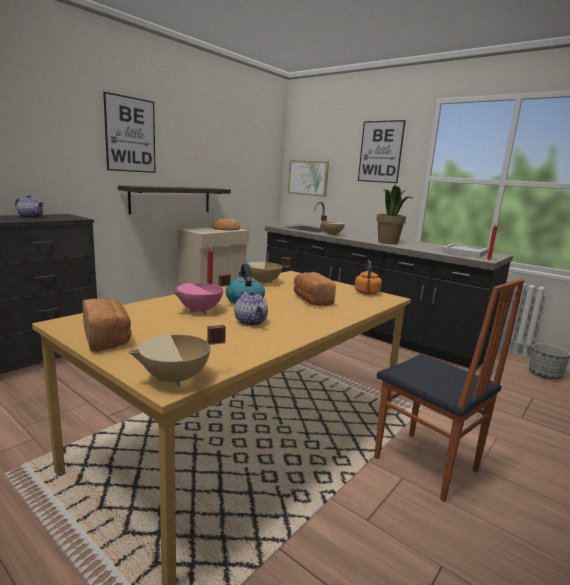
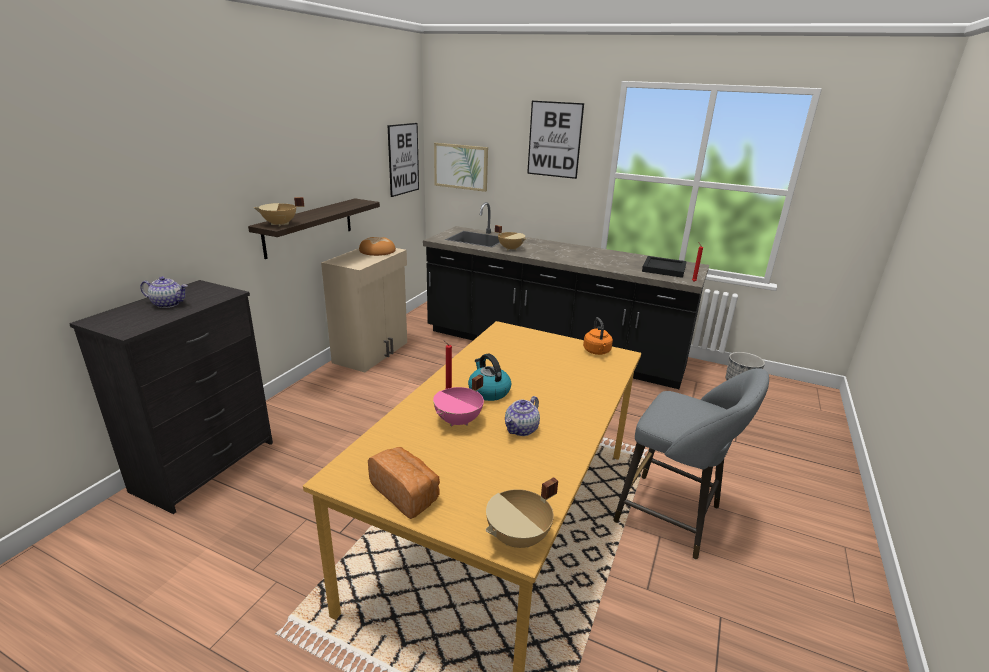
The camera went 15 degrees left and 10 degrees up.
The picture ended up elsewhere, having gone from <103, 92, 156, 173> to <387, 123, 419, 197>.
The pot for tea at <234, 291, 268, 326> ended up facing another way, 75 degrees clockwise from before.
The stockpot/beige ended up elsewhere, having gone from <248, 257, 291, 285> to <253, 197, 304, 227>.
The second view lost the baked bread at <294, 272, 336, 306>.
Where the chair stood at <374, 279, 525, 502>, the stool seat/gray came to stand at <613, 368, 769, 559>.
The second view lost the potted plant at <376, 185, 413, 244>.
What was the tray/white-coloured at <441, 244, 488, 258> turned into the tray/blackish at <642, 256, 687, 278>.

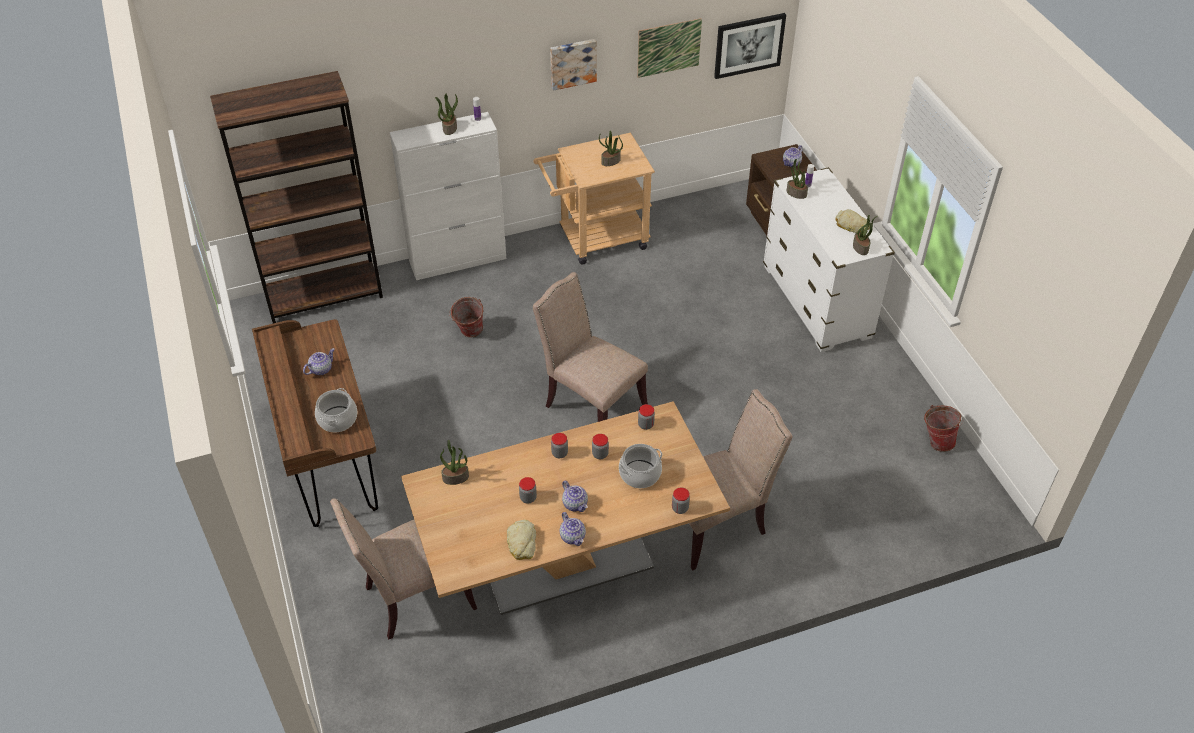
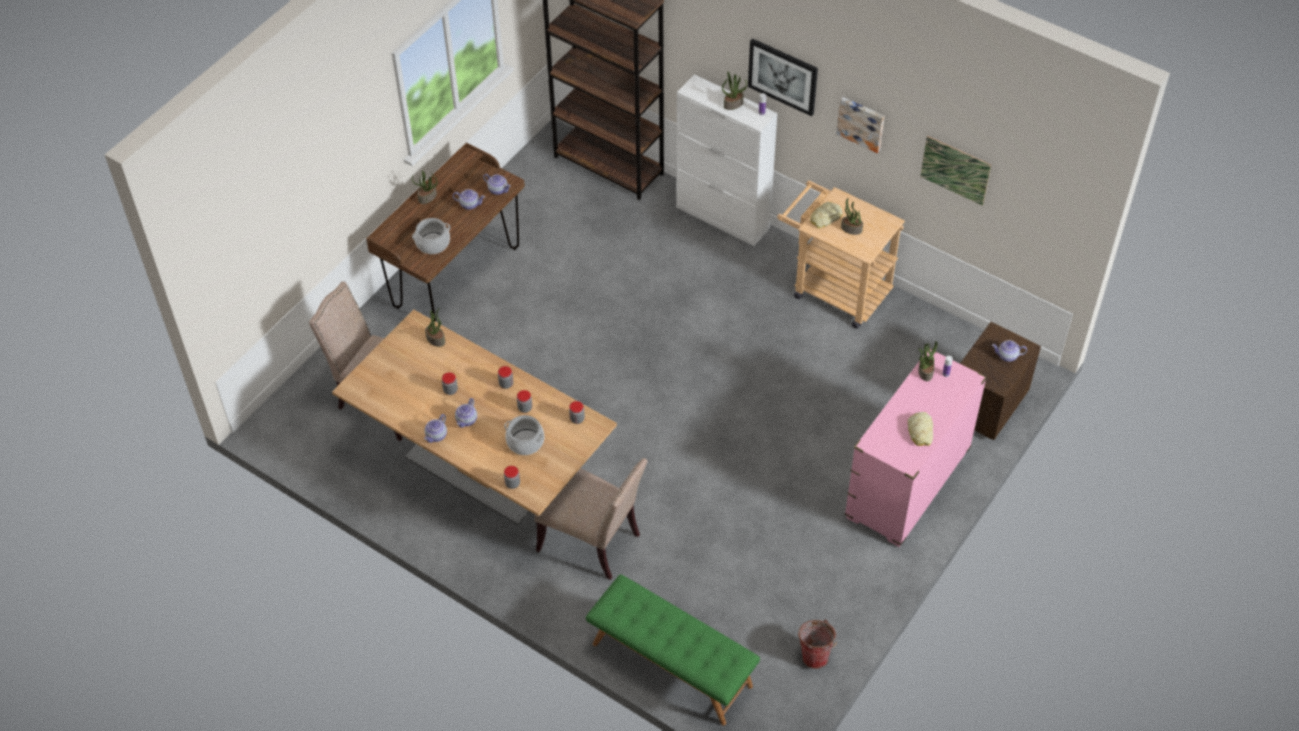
The camera went 55 degrees right and 5 degrees up.
The second view lost the water bucket at <449, 297, 483, 337>.
The baked bread ended up elsewhere, having gone from <507, 520, 536, 560> to <810, 202, 842, 228>.
The second view lost the chair/beige at <533, 272, 648, 422>.
The picture ended up elsewhere, having gone from <714, 13, 786, 79> to <748, 38, 818, 116>.
What was the chest of drawers/white-coloured at <763, 167, 895, 352> turned into the chest of drawers/pink at <845, 348, 987, 547>.
The potted plant ended up elsewhere, having gone from <853, 215, 877, 255> to <412, 171, 438, 204>.
The second view gained the pot for tea at <483, 174, 511, 195>.
The second view gained the long seat/greenish at <586, 574, 760, 726>.

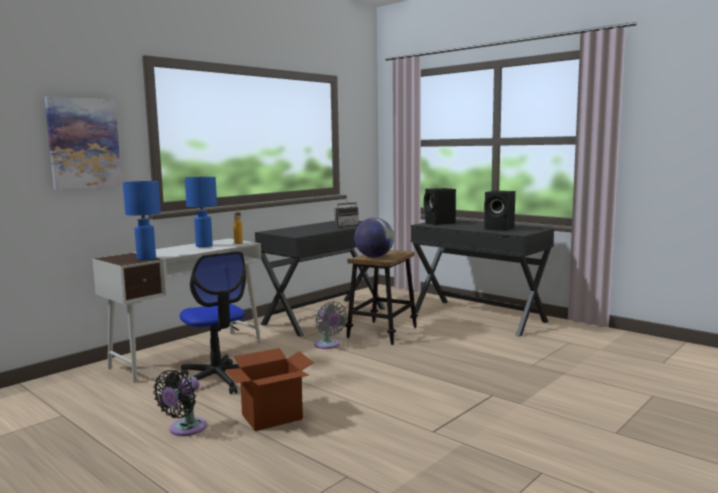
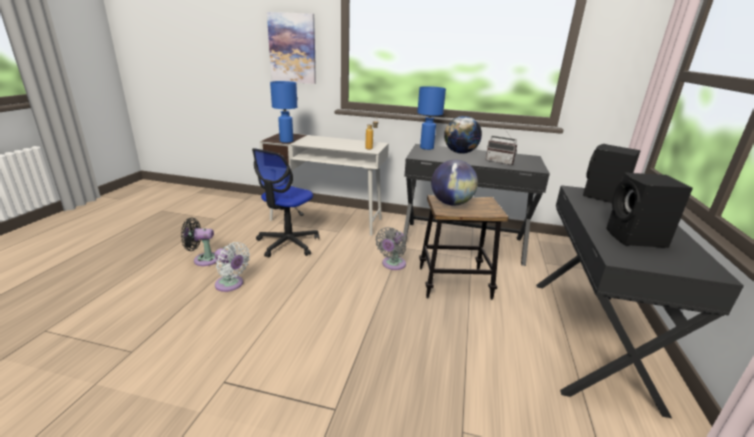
The camera went 60 degrees right and 15 degrees up.
The table lamp/blue ended up elsewhere, having gone from <185, 177, 217, 247> to <417, 86, 446, 150>.
Where the cardboard box stood at <225, 348, 314, 431>, the electric fan/white-coloured came to stand at <215, 242, 250, 292>.
The second view gained the desk globe at <444, 116, 482, 154>.

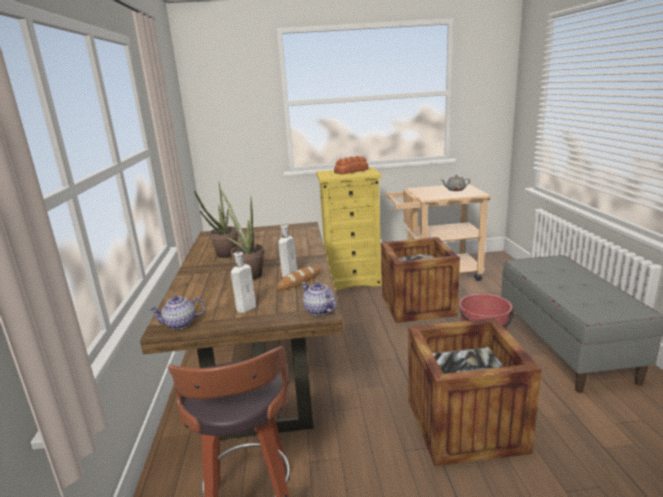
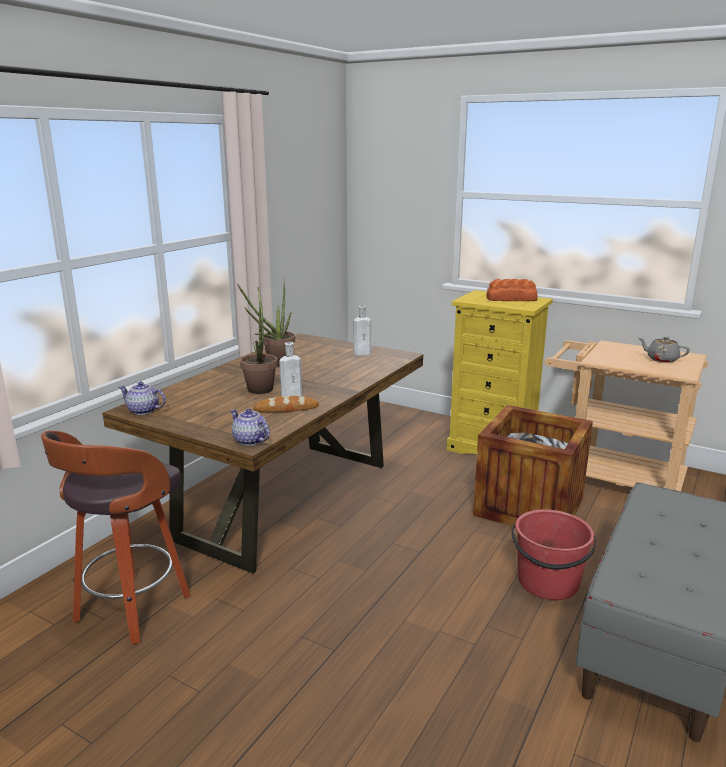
The camera went 35 degrees right and 0 degrees up.
The bottle/white-coloured ended up elsewhere, having gone from <231, 252, 256, 313> to <354, 306, 371, 356>.
The pot for tea at <302, 282, 336, 315> ended up facing another way, 45 degrees counterclockwise from before.
The second view lost the shipping crate at <408, 318, 542, 466>.

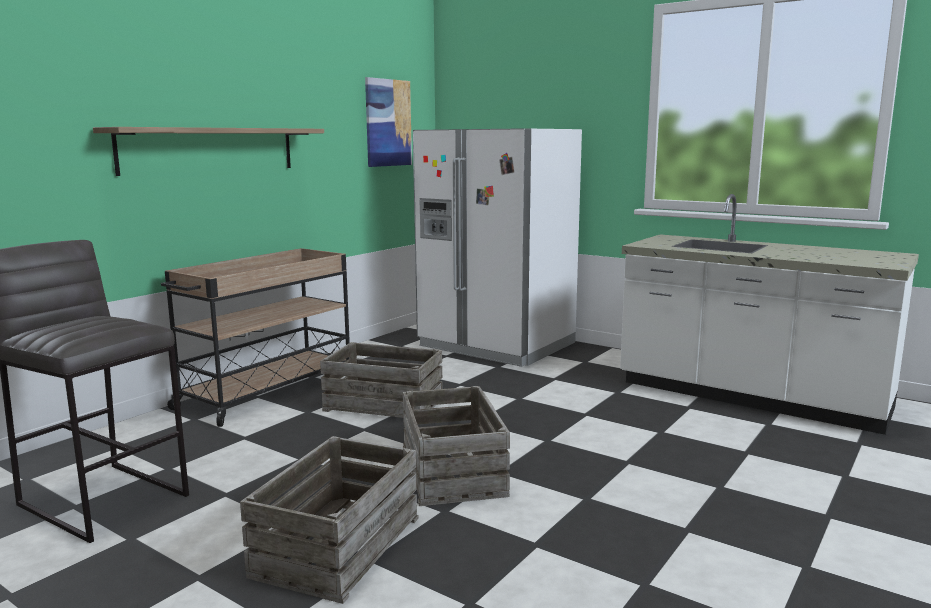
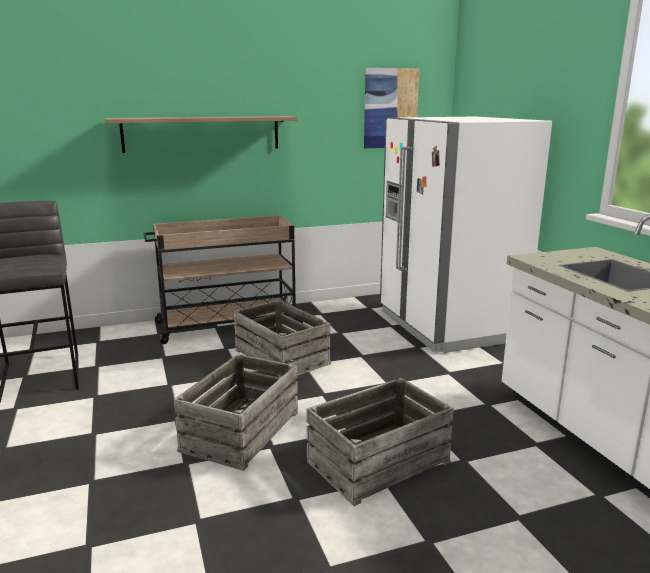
The camera went 35 degrees right and 5 degrees up.
The shipping crate ended up elsewhere, having gone from <240, 436, 419, 604> to <306, 378, 454, 506>.

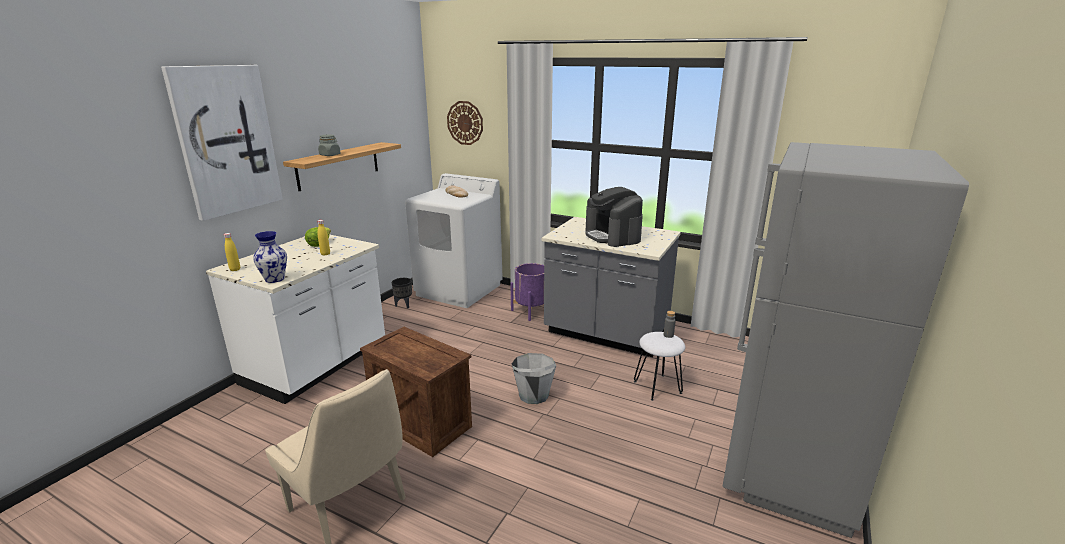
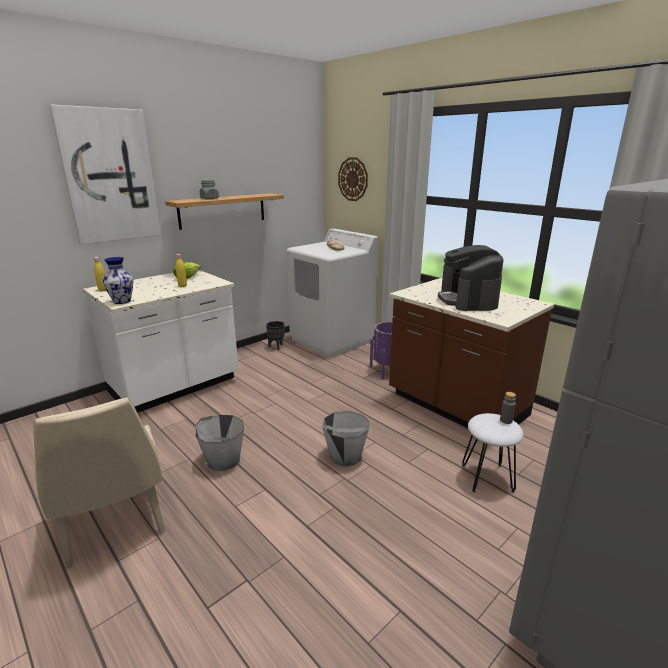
The camera went 20 degrees right and 0 degrees up.
Where the shipping crate stood at <360, 327, 472, 457>, the water bucket/gray came to stand at <196, 415, 244, 471>.
What was the kitchen counter/gray at <542, 217, 681, 357> turned into the kitchen counter/brown at <389, 278, 554, 428>.

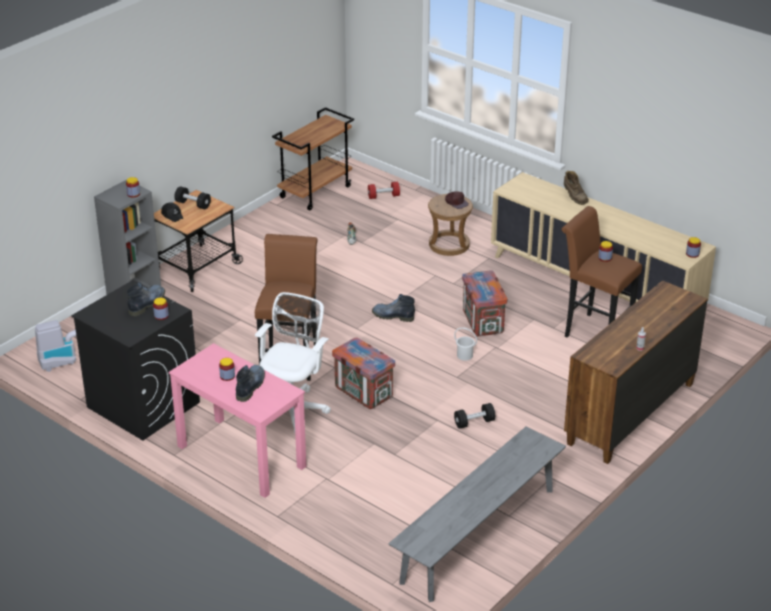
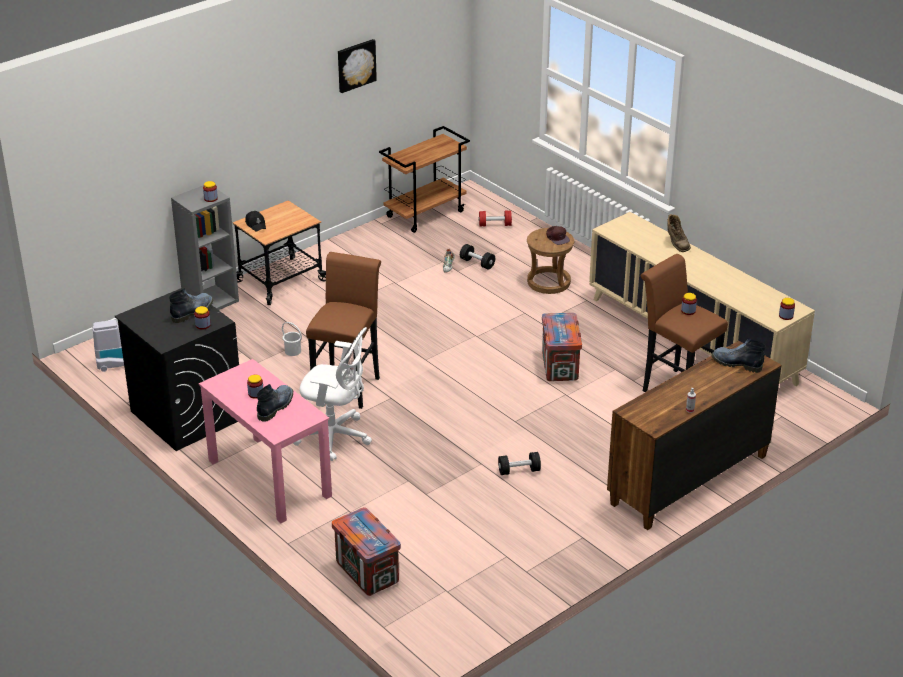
The camera went 10 degrees right and 0 degrees up.
The free weight/blackish ended up elsewhere, having gone from <174, 186, 211, 209> to <460, 244, 495, 269>.
The desk chair/white-coloured at <254, 292, 331, 433> ended up facing another way, 75 degrees clockwise from before.
The shipping crate ended up elsewhere, having gone from <332, 338, 395, 409> to <332, 507, 401, 596>.
The high-top boot ended up elsewhere, having gone from <372, 294, 415, 322> to <712, 338, 765, 373>.
The second view lost the long seat/gray at <388, 426, 566, 602>.
The water bucket/white-coloured ended up elsewhere, having gone from <454, 327, 477, 361> to <282, 322, 302, 356>.
The second view gained the picture at <338, 39, 377, 93>.

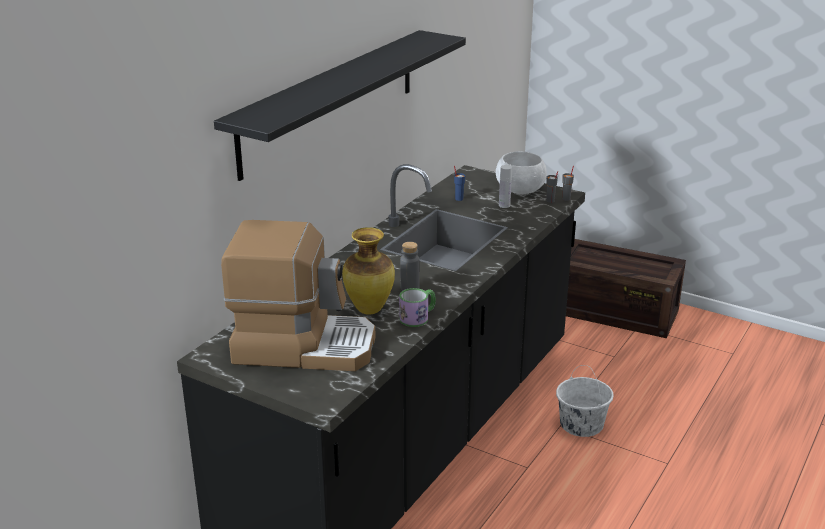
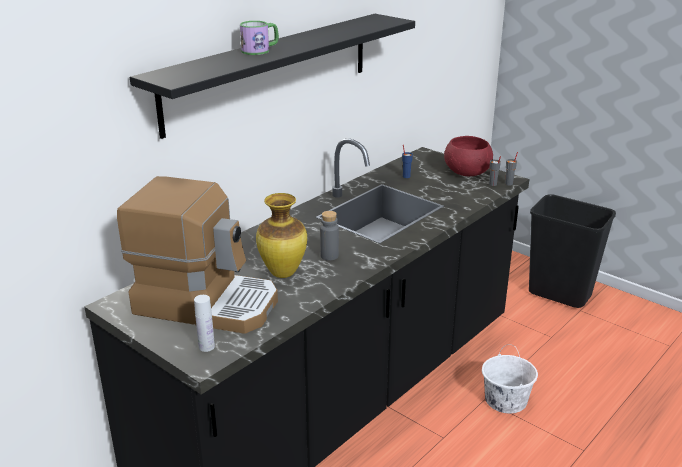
The camera went 10 degrees right and 0 degrees up.
The coffee mug ended up elsewhere, having gone from <399, 288, 436, 327> to <240, 21, 279, 55>.
What was the serving bowl/white-coloured at <496, 151, 547, 194> turned into the serving bowl/reddish at <444, 136, 493, 176>.
The bottle/white-coloured ended up elsewhere, having gone from <499, 165, 512, 208> to <194, 295, 215, 352>.
Where the shipping crate stood at <566, 239, 686, 338>, the trash can/blackish came to stand at <529, 194, 616, 308>.

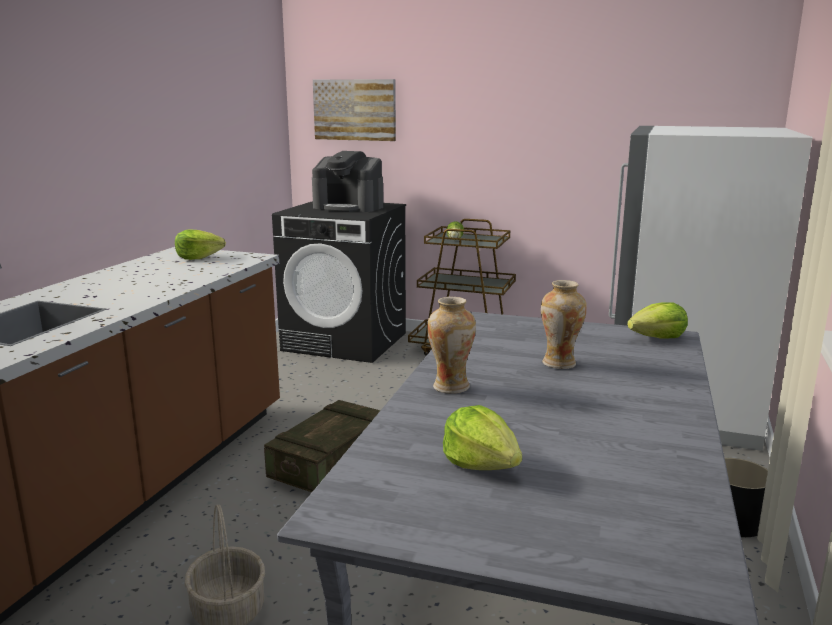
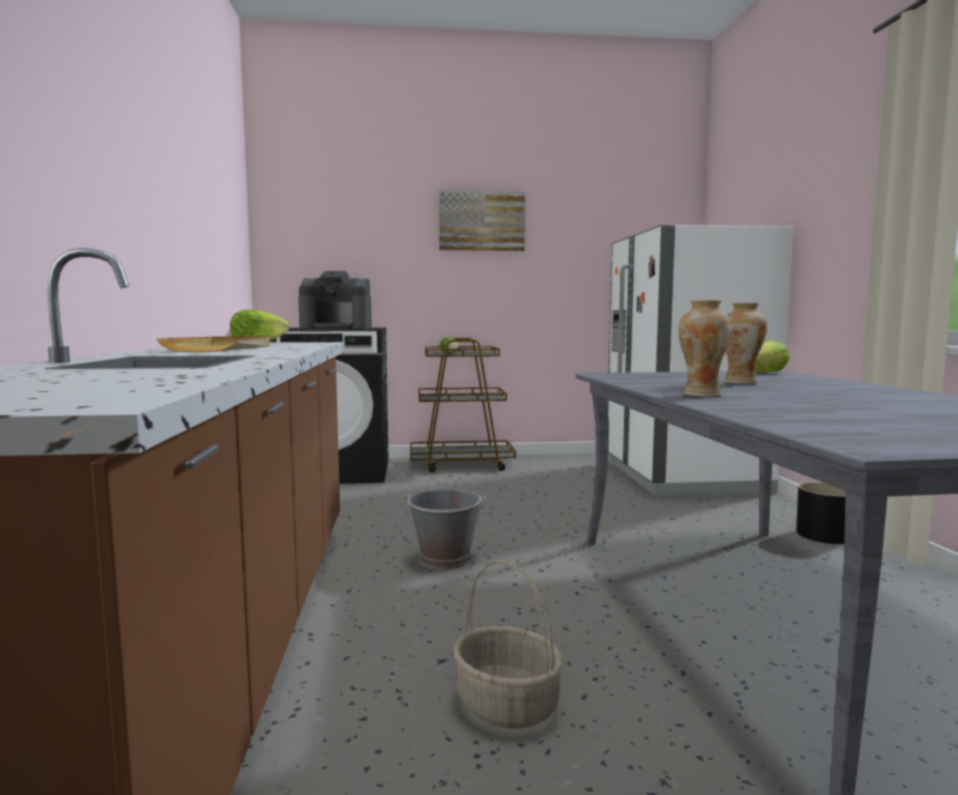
The camera went 25 degrees left and 10 degrees down.
Where the shipping crate stood at <264, 400, 381, 492>, the water bucket/gray came to stand at <404, 489, 486, 570>.
The picture ended up elsewhere, having gone from <313, 79, 396, 141> to <439, 190, 525, 251>.
The second view lost the head of lettuce at <443, 405, 522, 470>.
The second view gained the tray/beige at <157, 336, 270, 353>.

